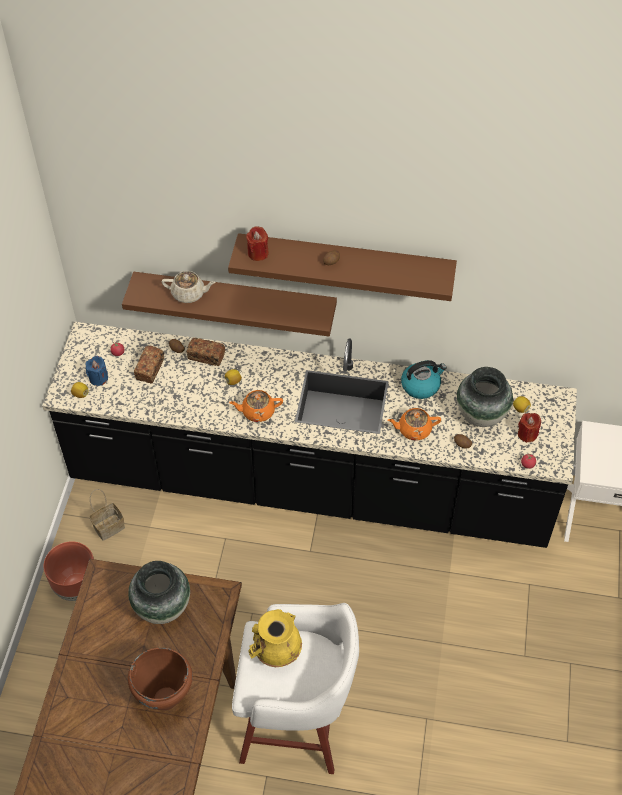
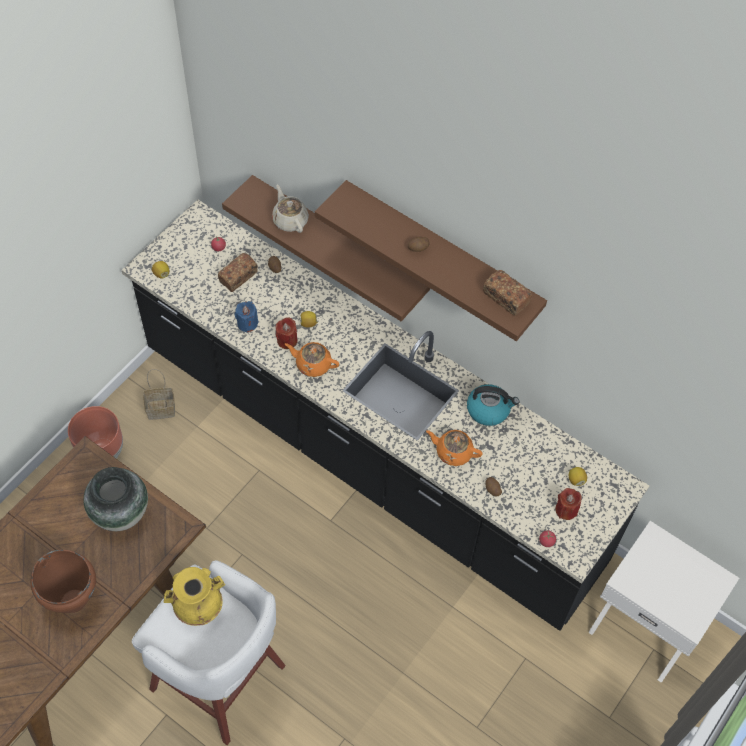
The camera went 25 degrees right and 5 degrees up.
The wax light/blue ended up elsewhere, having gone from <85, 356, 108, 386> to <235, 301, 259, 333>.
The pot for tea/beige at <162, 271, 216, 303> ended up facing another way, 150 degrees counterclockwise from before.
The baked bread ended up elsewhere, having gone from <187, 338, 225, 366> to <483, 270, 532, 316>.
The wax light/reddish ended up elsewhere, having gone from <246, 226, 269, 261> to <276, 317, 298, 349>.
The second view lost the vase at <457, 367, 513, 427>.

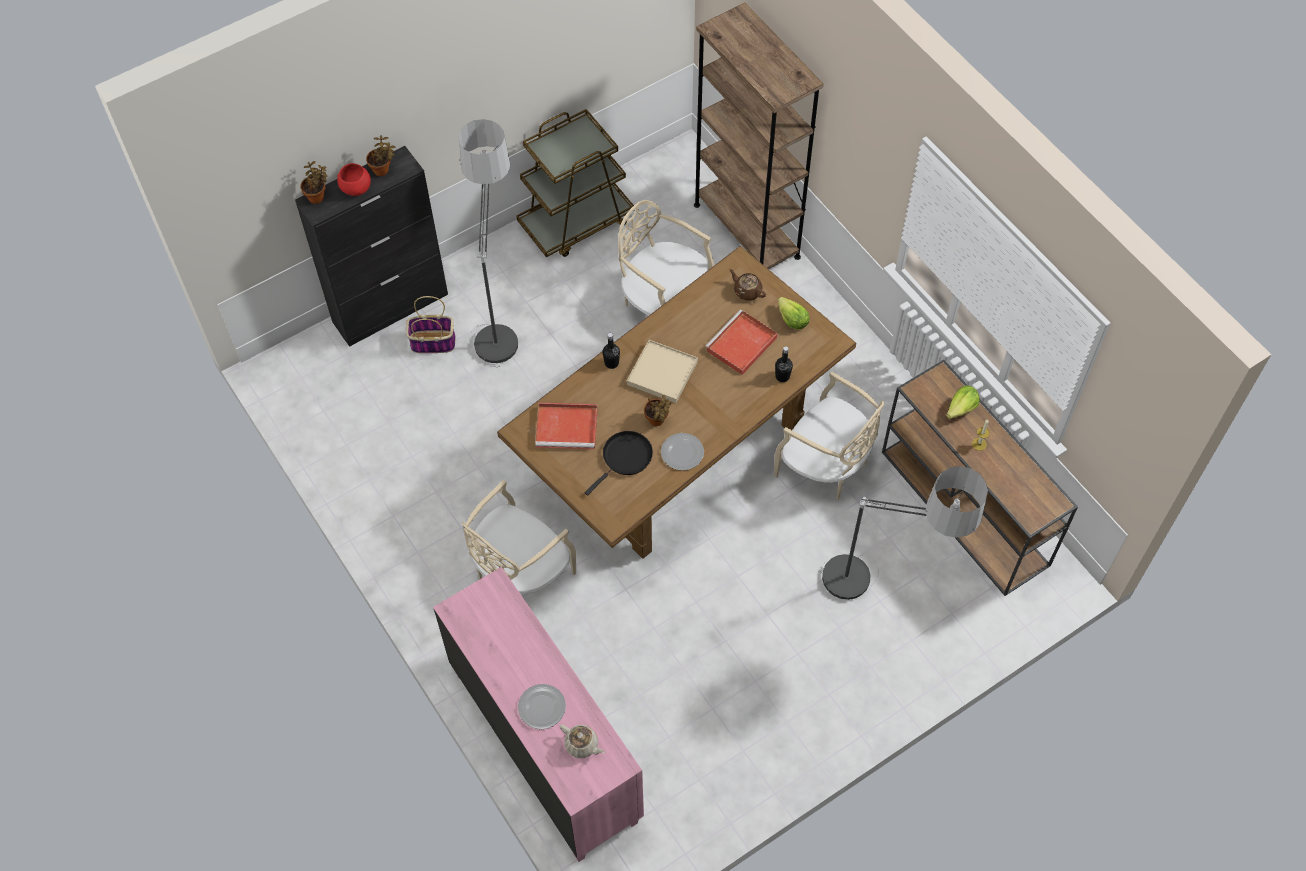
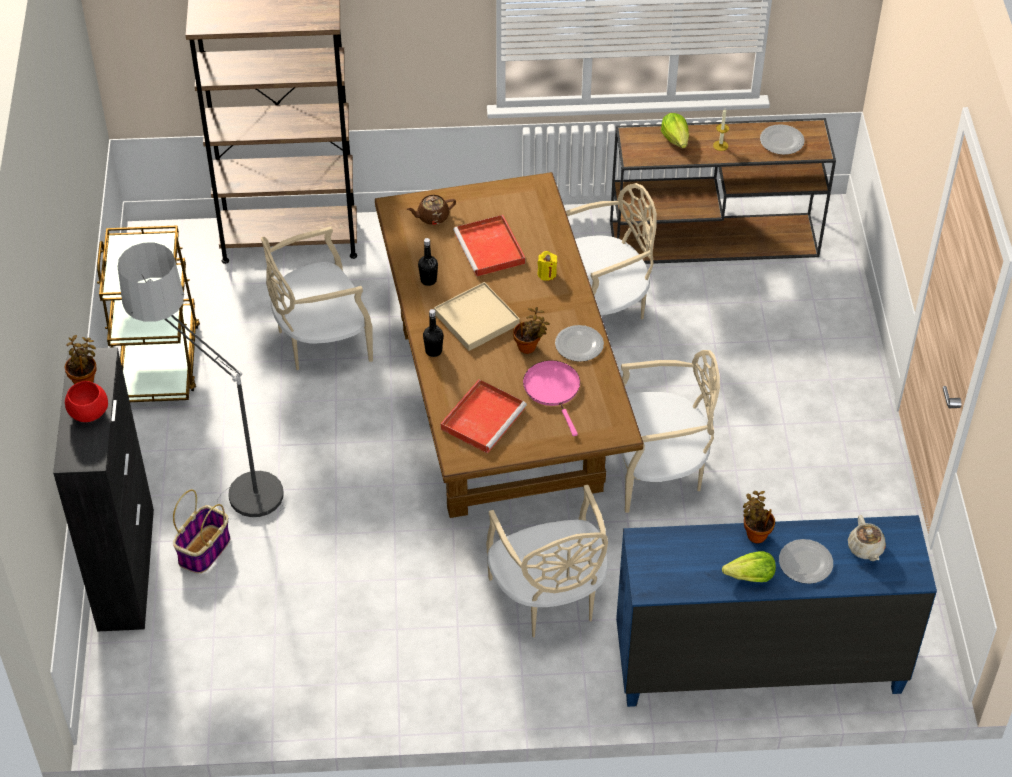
The camera went 60 degrees left and 10 degrees down.
The potted plant ended up elsewhere, having gone from <301, 161, 327, 204> to <743, 491, 775, 543>.
What was the chest of drawers/pink at <433, 567, 644, 862> turned into the chest of drawers/blue at <616, 515, 937, 707>.
The pot for tea/beige at <560, 724, 605, 758> ended up facing another way, 105 degrees clockwise from before.
What was the skillet/blackish at <585, 431, 653, 496> turned into the skillet/pink at <523, 360, 580, 436>.
The bottle/blackish ended up elsewhere, having gone from <775, 346, 793, 382> to <418, 238, 438, 286>.
The head of lettuce ended up elsewhere, having gone from <778, 297, 810, 330> to <722, 551, 776, 582>.
The second view lost the standing lamp at <818, 466, 988, 600>.
The second view gained the wax light/yellow-coloured at <537, 251, 557, 281>.
The second view gained the chair/beige at <621, 350, 720, 513>.
The second view gained the plate at <760, 124, 804, 155>.

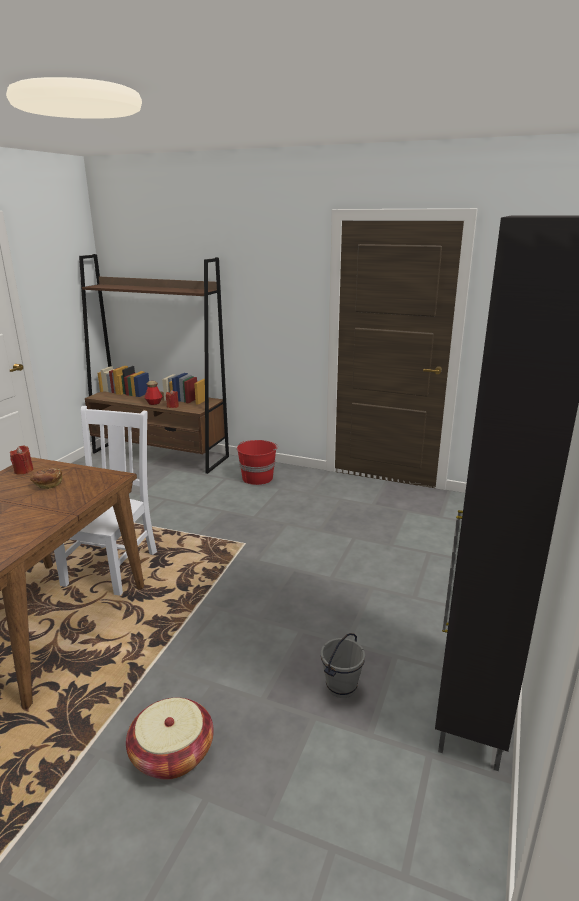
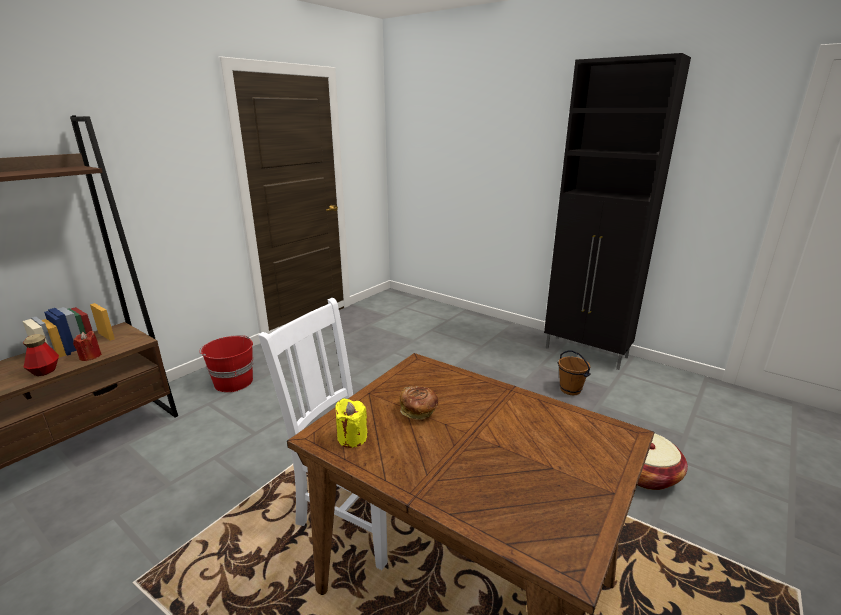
The camera went 75 degrees left and 0 degrees up.
What was the wax light/reddish at <10, 445, 33, 474> turned into the wax light/yellow-coloured at <335, 398, 367, 448>.
What was the water bucket/gray at <321, 633, 365, 698> turned into the water bucket/brown at <557, 350, 591, 395>.

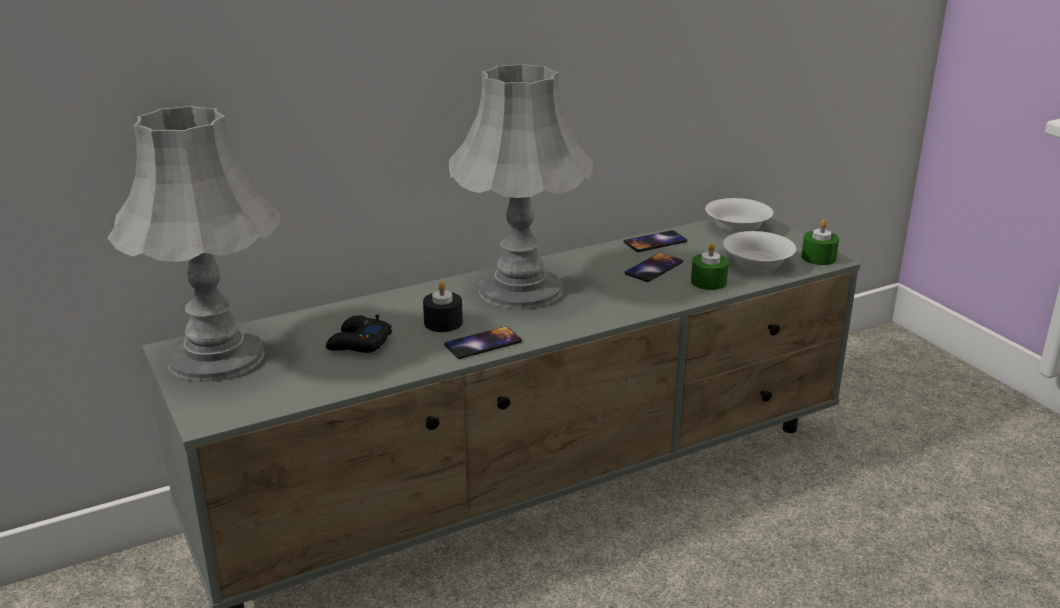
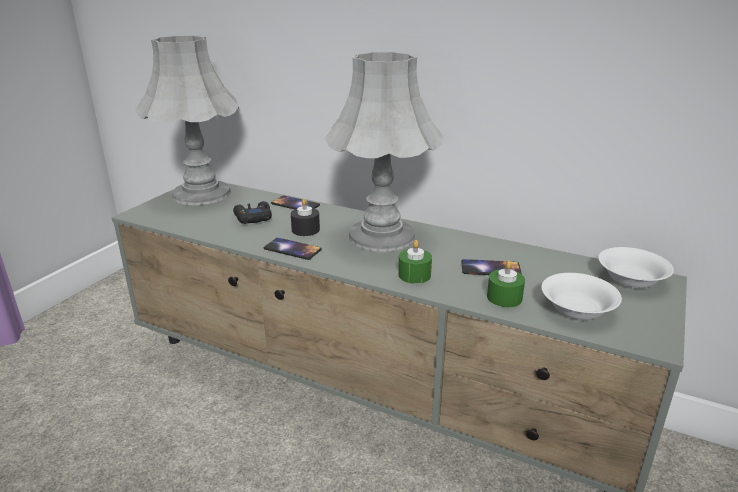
The camera went 55 degrees right and 0 degrees up.
The telephone ended up elsewhere, having gone from <623, 230, 687, 252> to <271, 196, 320, 210>.
The wax light/greenish ended up elsewhere, having gone from <801, 220, 839, 265> to <398, 240, 432, 284>.

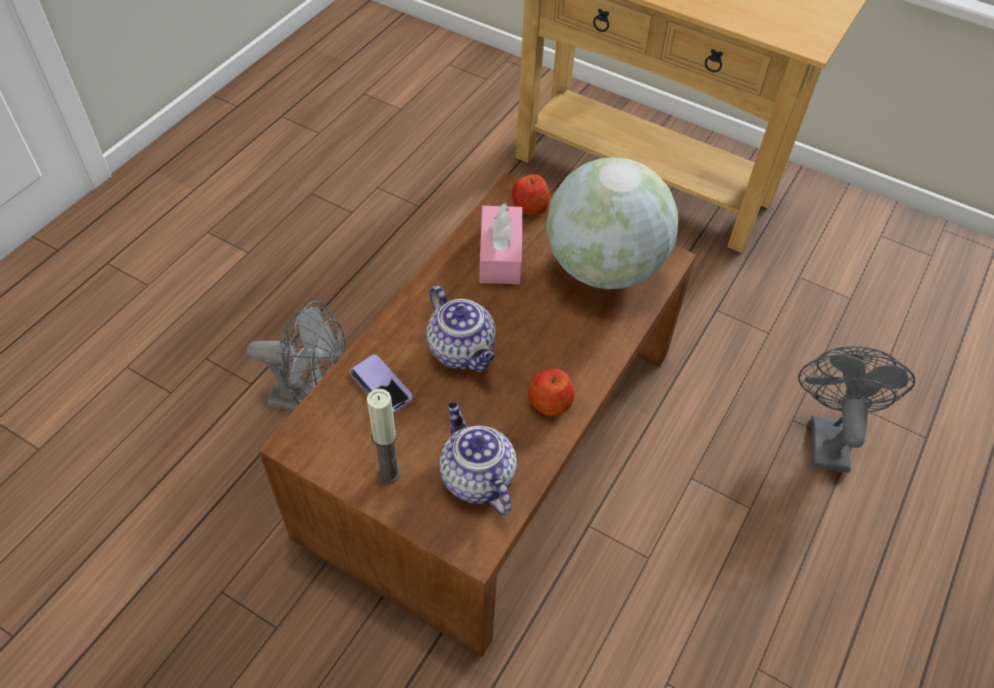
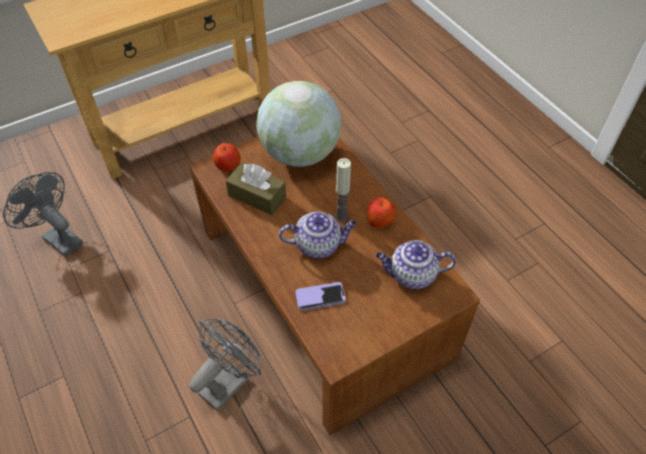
The camera went 60 degrees left and 0 degrees up.
The wax light ended up elsewhere, having gone from <367, 389, 401, 483> to <335, 158, 351, 223>.
What was the box of tissues/pink at <479, 202, 522, 284> turned into the box of tissues/brown at <226, 163, 286, 215>.
The electric fan/gray ended up elsewhere, having gone from <798, 346, 915, 473> to <3, 172, 83, 257>.

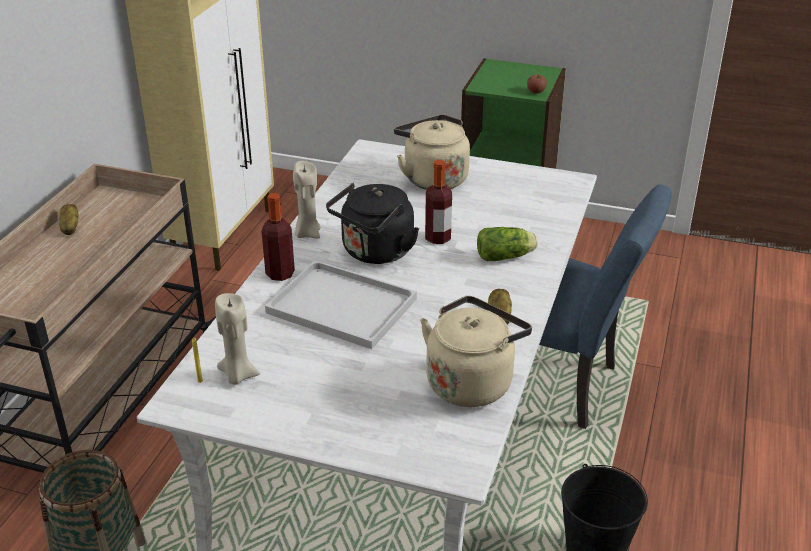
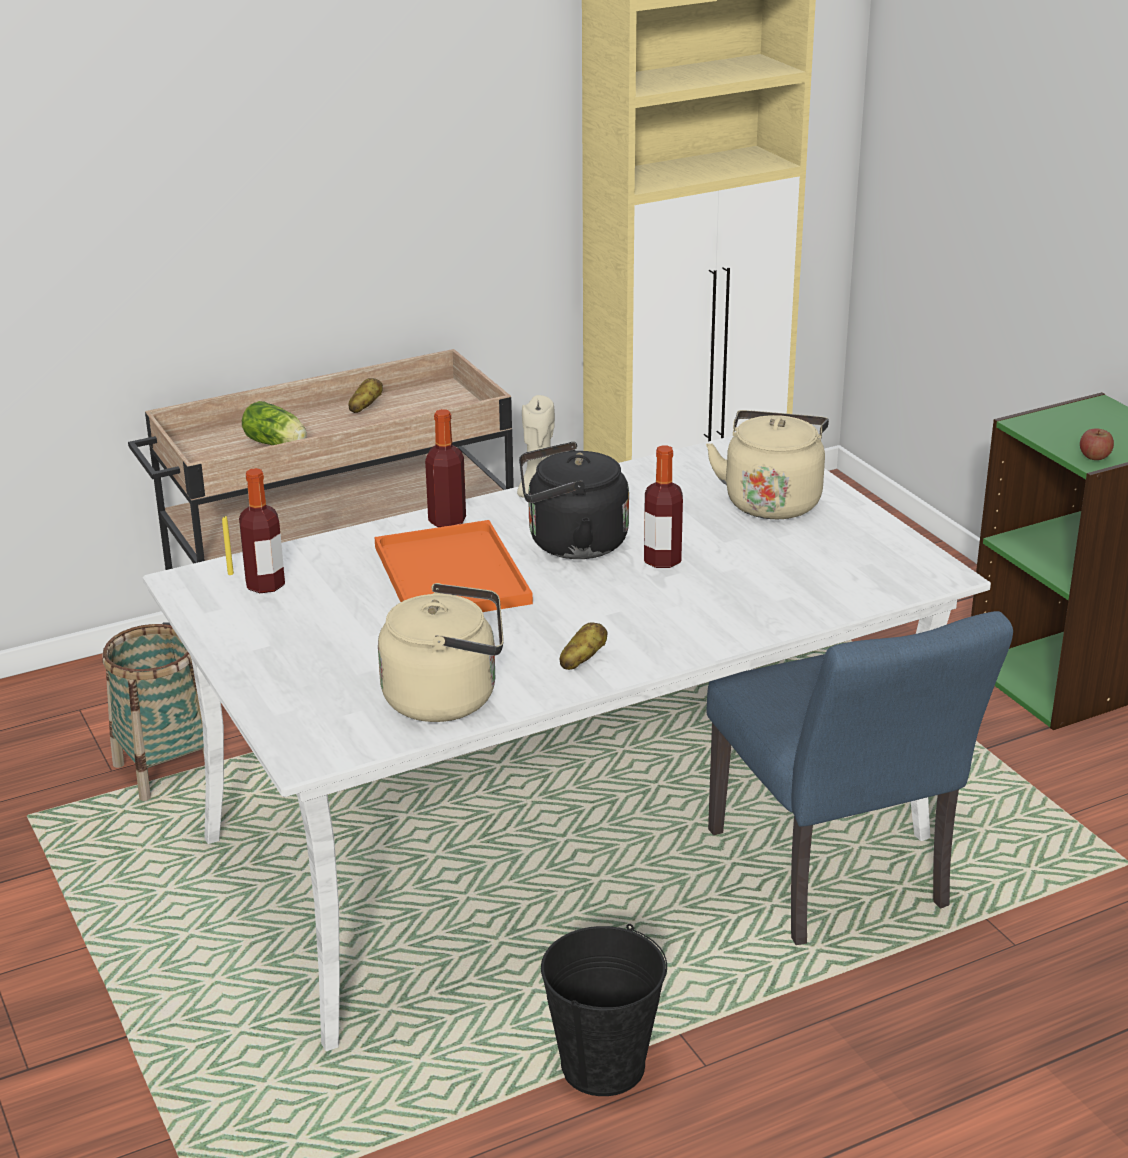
The camera went 45 degrees right and 5 degrees down.
Where the wax light/beige stood at <215, 293, 260, 385>, the bottle came to stand at <239, 468, 285, 593>.
What was the tray/white-coloured at <265, 260, 417, 349> turned into the tray/orange-coloured at <374, 520, 533, 612>.
The head of lettuce ended up elsewhere, having gone from <477, 227, 538, 261> to <242, 401, 307, 445>.

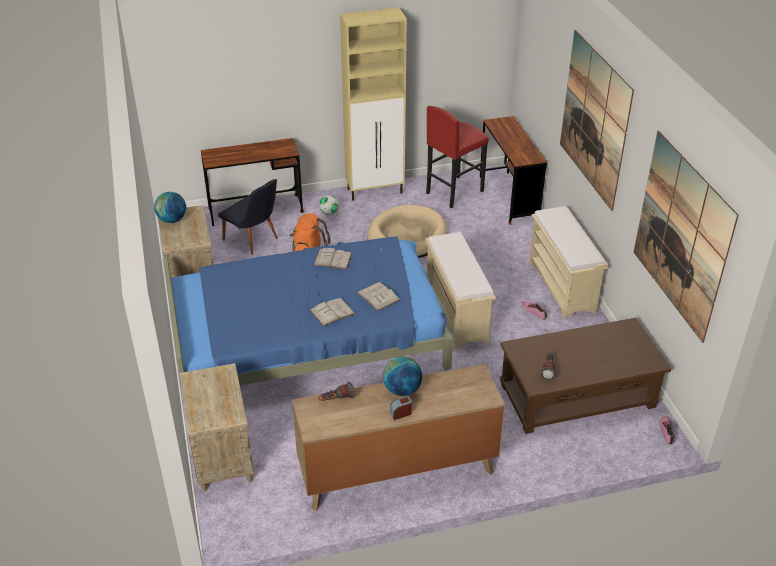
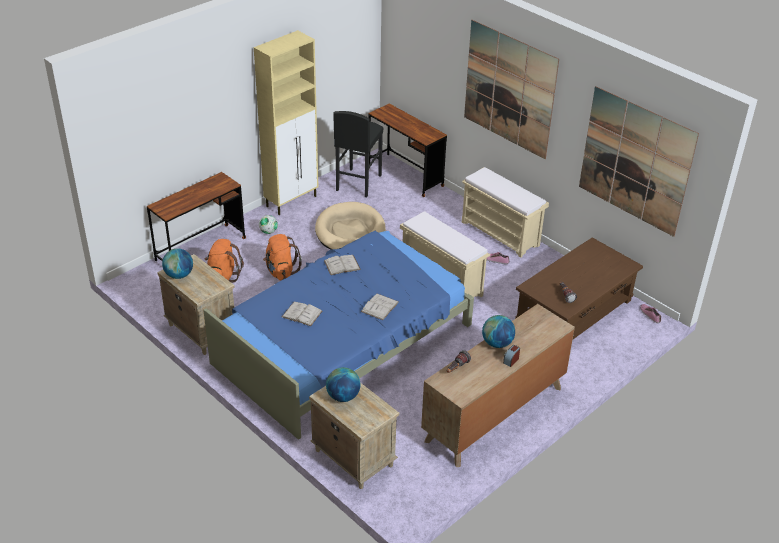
The camera went 30 degrees left and 0 degrees up.
Where the chair/blackish stood at <218, 179, 278, 255>, the knapsack/orange-coloured came to stand at <204, 239, 244, 283>.
The book/white-coloured ended up elsewhere, having gone from <357, 282, 400, 311> to <282, 302, 322, 326>.
What was the stool seat/reddish at <426, 106, 489, 208> turned into the stool seat/blackish at <333, 111, 383, 197>.
The second view gained the desk globe at <326, 367, 361, 402>.

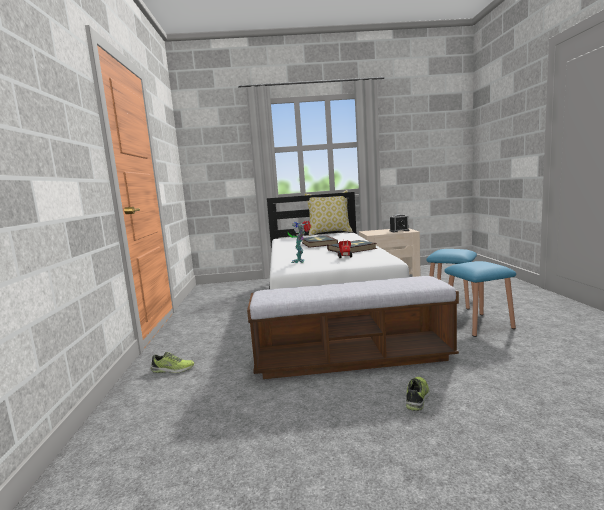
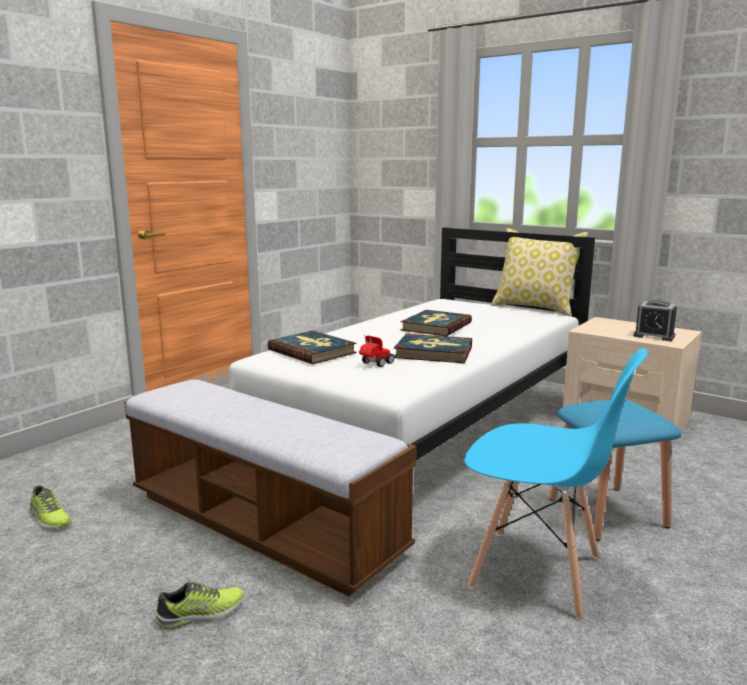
The camera went 40 degrees right and 5 degrees up.
The low shoe ended up elsewhere, having gone from <151, 352, 194, 373> to <30, 486, 72, 529>.
Where the model robot stood at <288, 221, 311, 263>, the book came to stand at <267, 331, 357, 364>.
Where the stool seat/blue stood at <444, 261, 516, 337>, the chair/blue came to stand at <464, 348, 647, 621>.

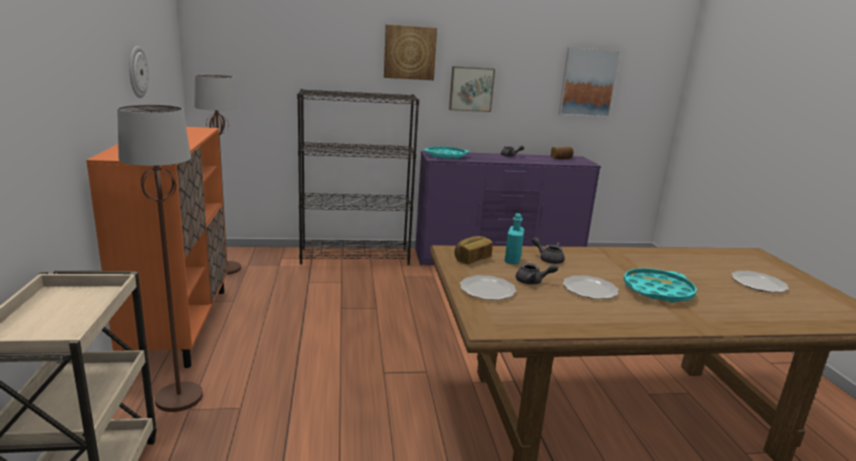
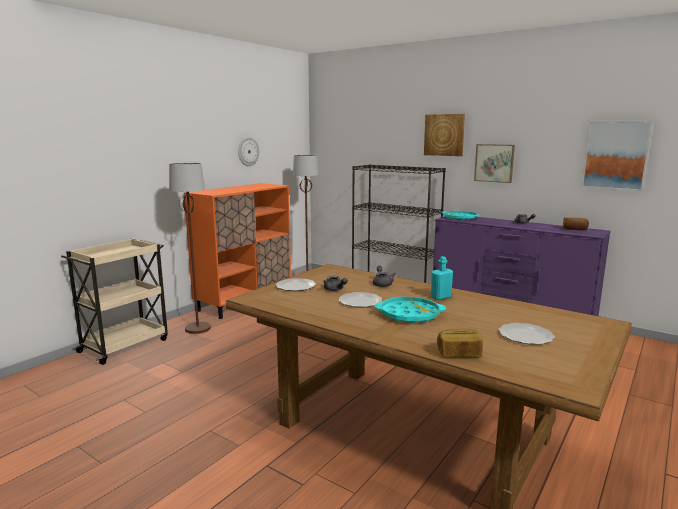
The camera went 45 degrees right and 5 degrees down.
The baked bread ended up elsewhere, having gone from <455, 236, 493, 264> to <437, 329, 483, 357>.
The bottle/blue-green ended up elsewhere, having gone from <505, 213, 524, 264> to <431, 256, 453, 300>.

